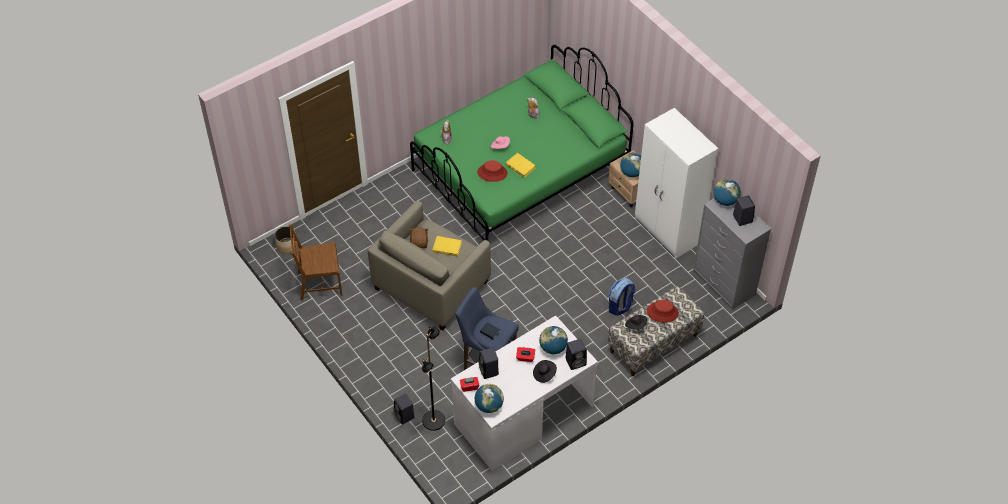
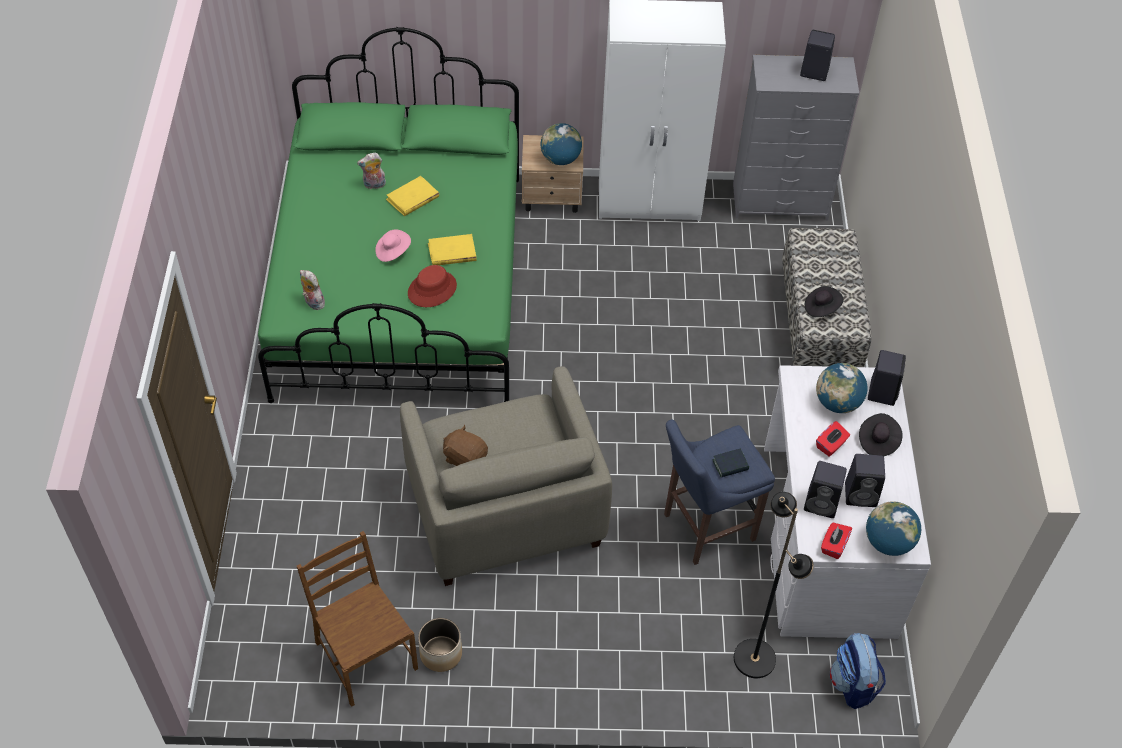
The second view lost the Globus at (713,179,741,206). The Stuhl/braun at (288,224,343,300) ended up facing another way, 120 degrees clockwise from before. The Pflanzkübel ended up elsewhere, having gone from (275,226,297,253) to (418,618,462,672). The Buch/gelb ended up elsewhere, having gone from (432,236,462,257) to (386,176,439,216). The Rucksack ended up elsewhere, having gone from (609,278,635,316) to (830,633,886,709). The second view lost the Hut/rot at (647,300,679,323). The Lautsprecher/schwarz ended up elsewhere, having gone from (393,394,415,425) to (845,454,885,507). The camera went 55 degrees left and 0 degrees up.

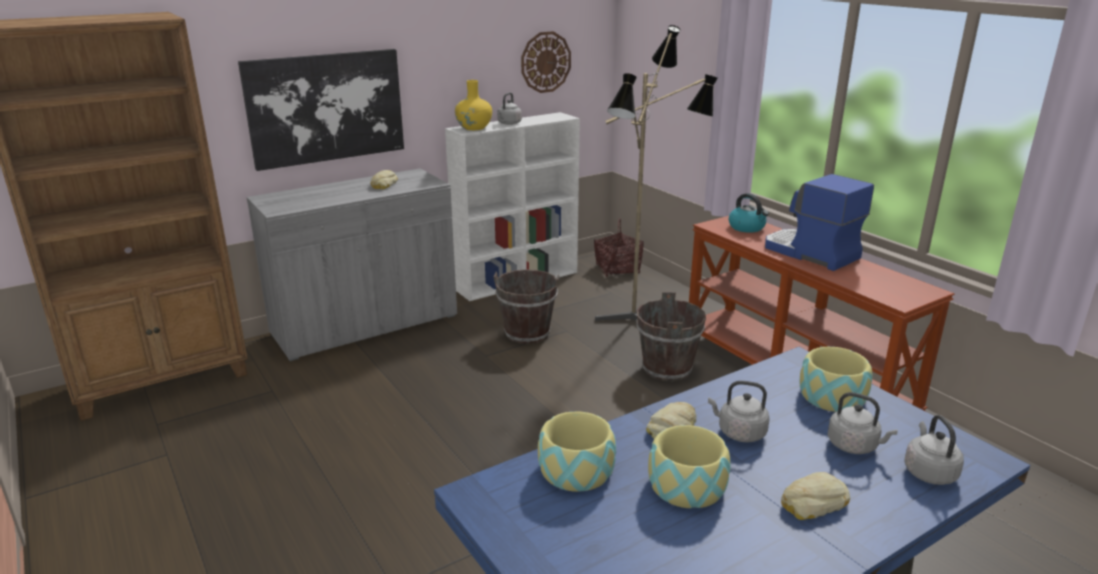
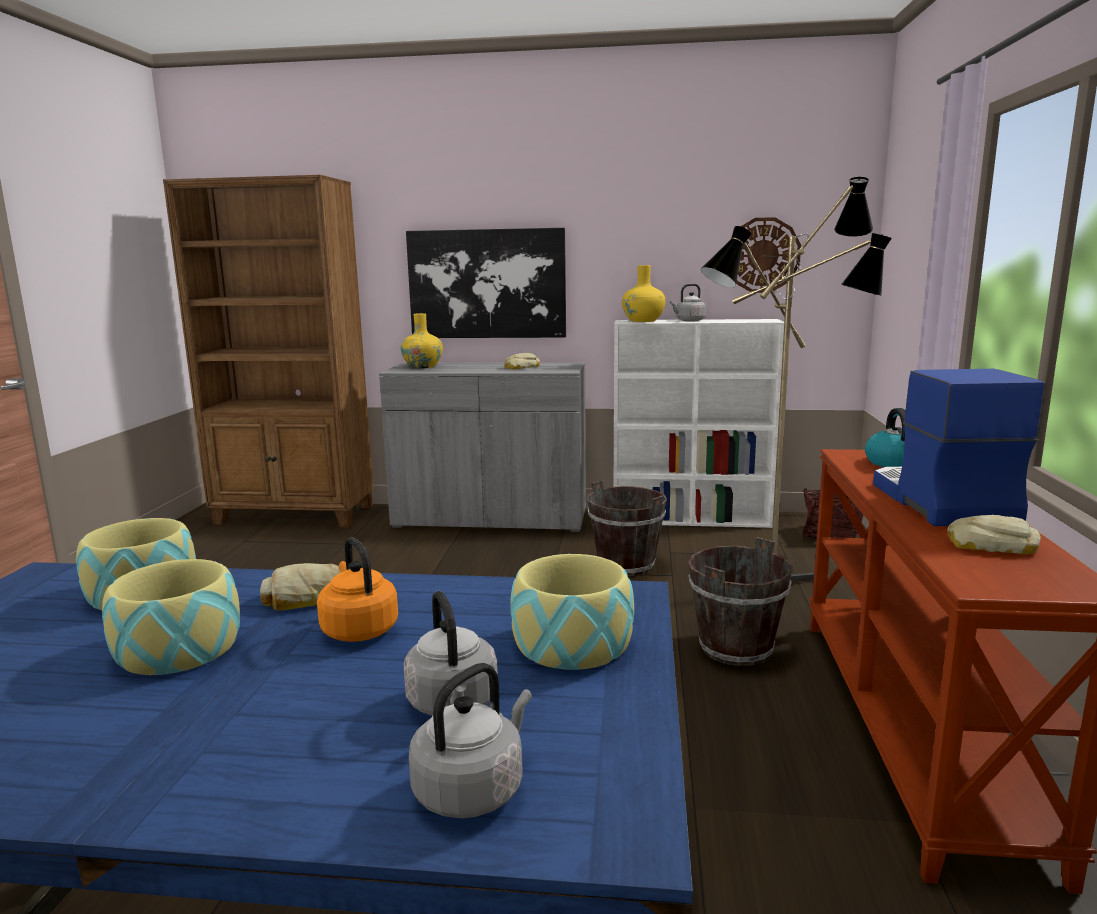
What was the Wasserkessel/grau at (708,381,770,442) turned into the Wasserkessel/orange at (317,537,398,642). The Brot ended up elsewhere, having gone from (781,472,850,520) to (947,515,1041,554). The second view gained the Vase/gelb at (400,313,443,368). The camera went 40 degrees right and 10 degrees down.

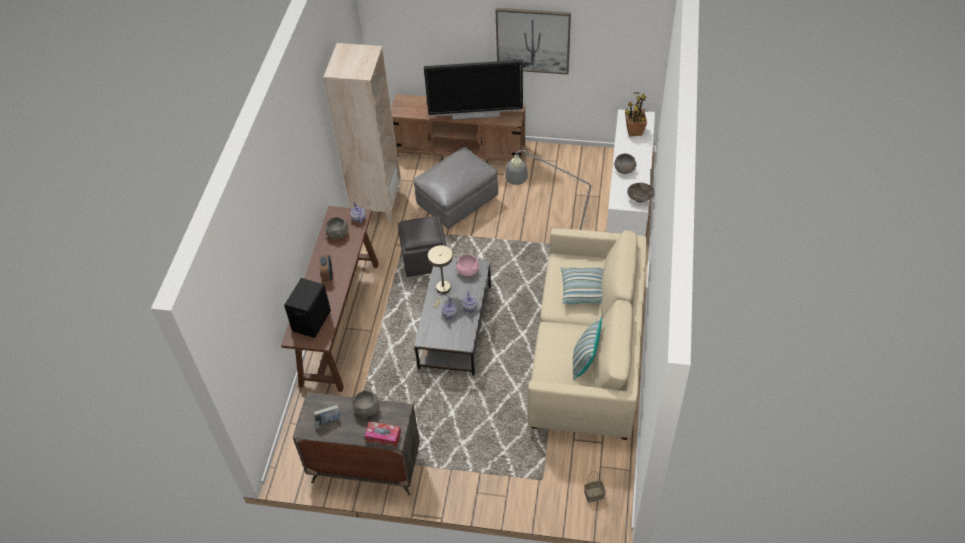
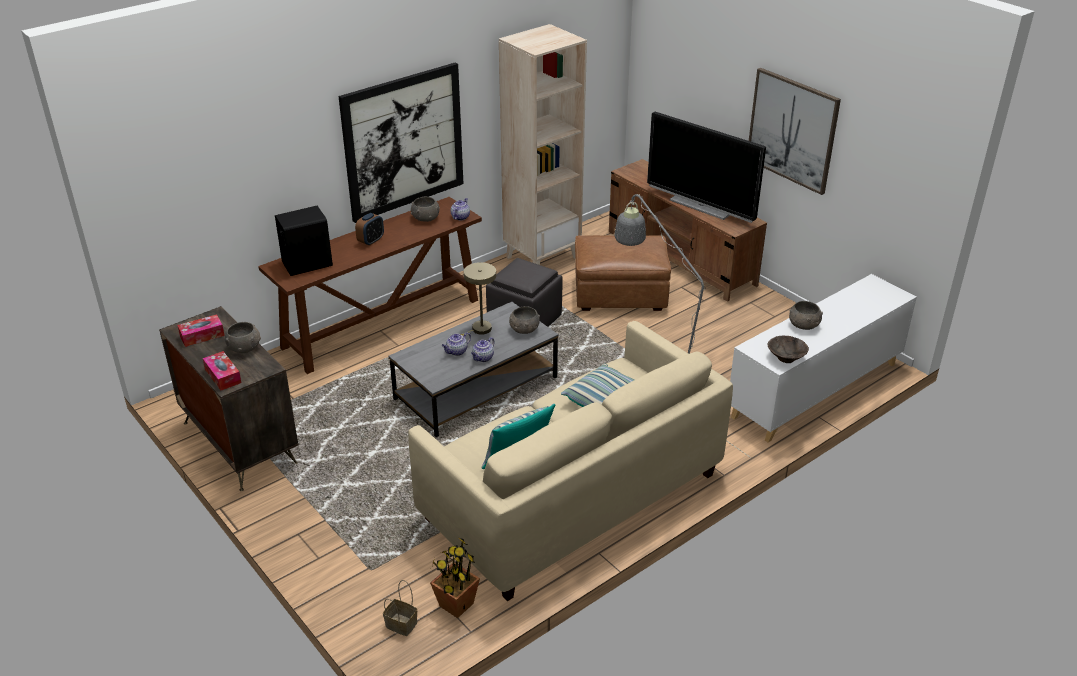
The Topfpflanze ended up elsewhere, having gone from (625,92,647,137) to (430,537,480,618). What was the Polsterhocker/grau at (413,147,498,229) turned into the Polsterhocker/braun at (575,235,671,311). What was the Schüssel/rosa at (456,255,480,277) turned into the Schüssel/grau at (509,306,540,334). Where the Buch stood at (313,405,339,426), the Taschentuchbox came to stand at (177,314,225,347). The second view gained the Bild at (339,62,464,223). The camera went 40 degrees right and 15 degrees down.

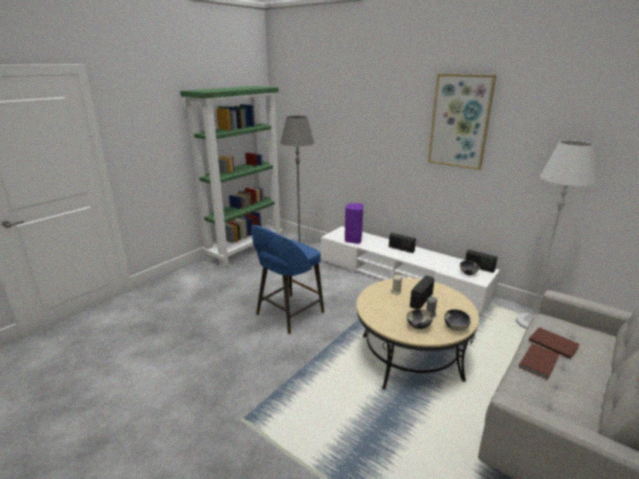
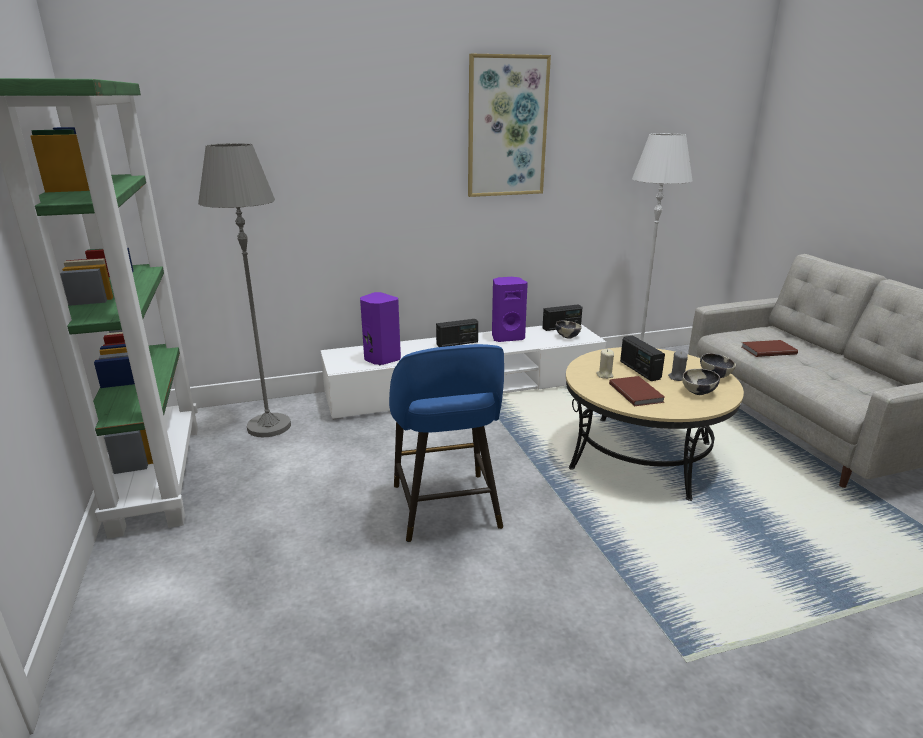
The Buch/braun ended up elsewhere, having gone from (519,344,559,380) to (609,376,665,406). The second view gained the Lautsprecher/lila at (492,277,528,342). The camera went 55 degrees left and 0 degrees up.

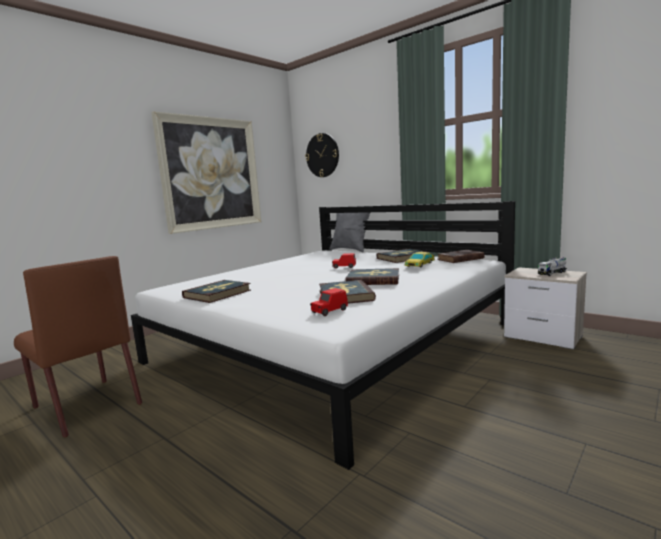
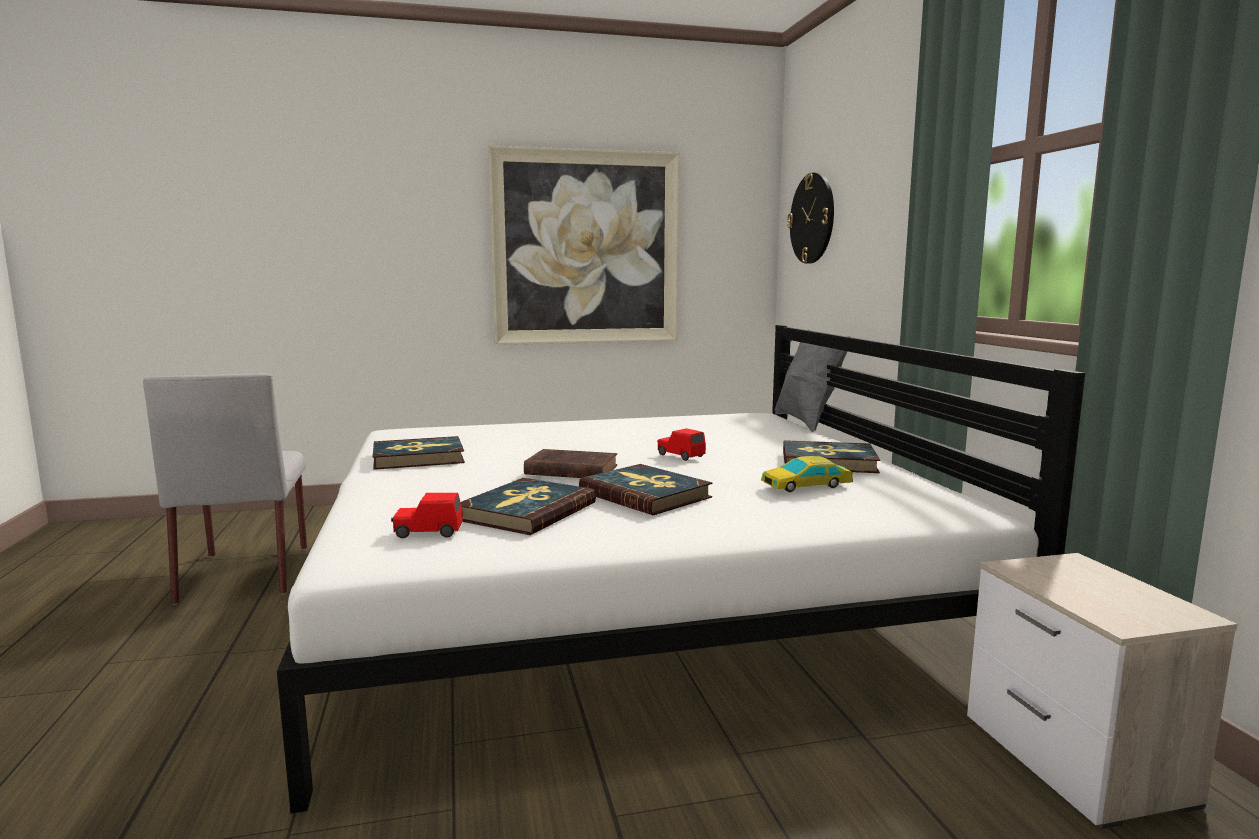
The Buch/braun ended up elsewhere, having gone from (437,250,485,263) to (524,449,617,478). What was the Stuhl/braun at (14,256,142,438) turned into the Stuhl/grau at (143,373,307,605). The second view lost the Spielzeuglaster at (538,257,567,276). The camera went 35 degrees right and 0 degrees up.

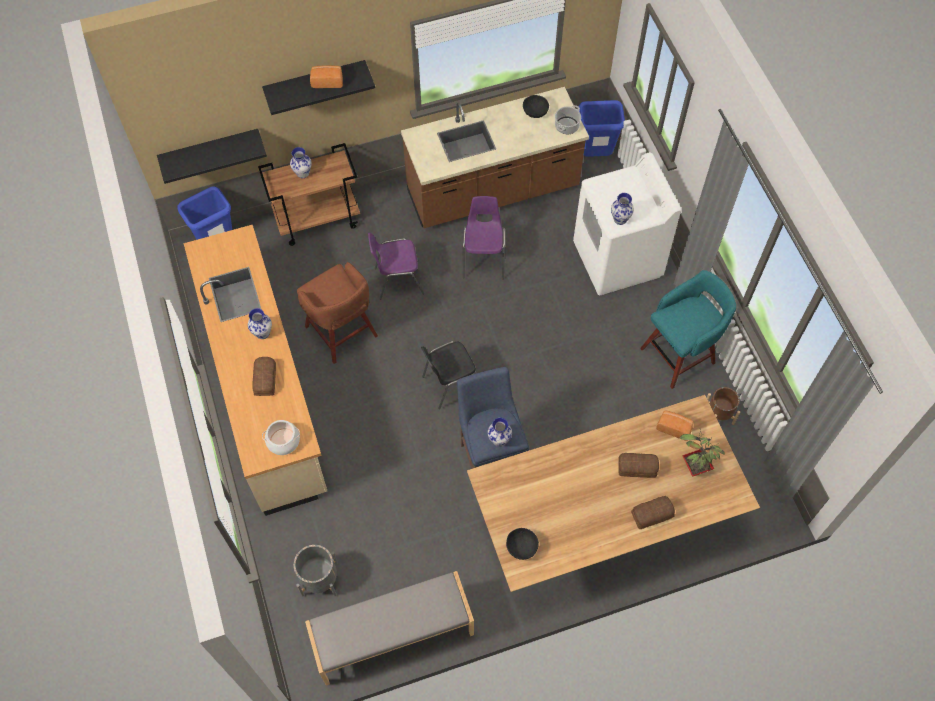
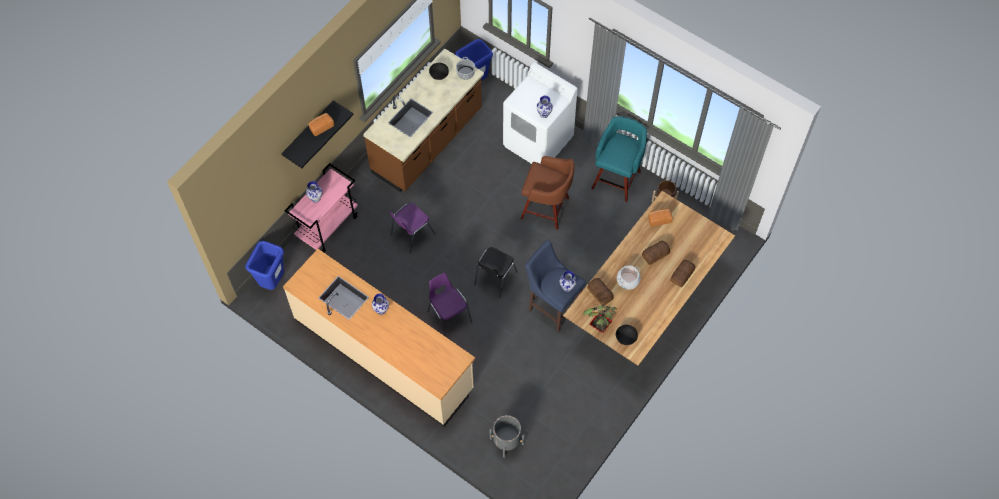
The second view lost the Wandregal/schwarz at (157,129,267,184). What was the Rollwagen/braun at (258,143,360,246) turned into the Rollwagen/rosa at (284,163,358,253). The Stuhl/lila ended up elsewhere, having gone from (463,196,505,279) to (427,273,472,337). The Hocker/braun ended up elsewhere, having gone from (297,262,378,364) to (521,156,575,230). The Brot ended up elsewhere, having gone from (252,357,276,396) to (587,278,614,305). The Kochtopf ended up elsewhere, having gone from (262,420,300,455) to (617,265,641,290). The Topfpflanze ended up elsewhere, having gone from (680,429,725,477) to (583,303,617,333). The second view lost the Bank/grau at (305,571,474,686). The camera went 35 degrees left and 0 degrees up.

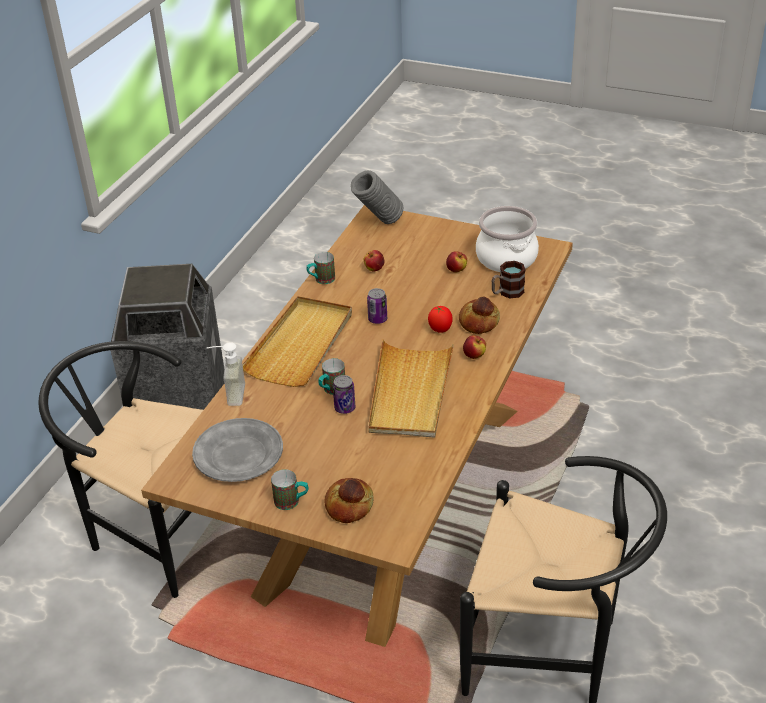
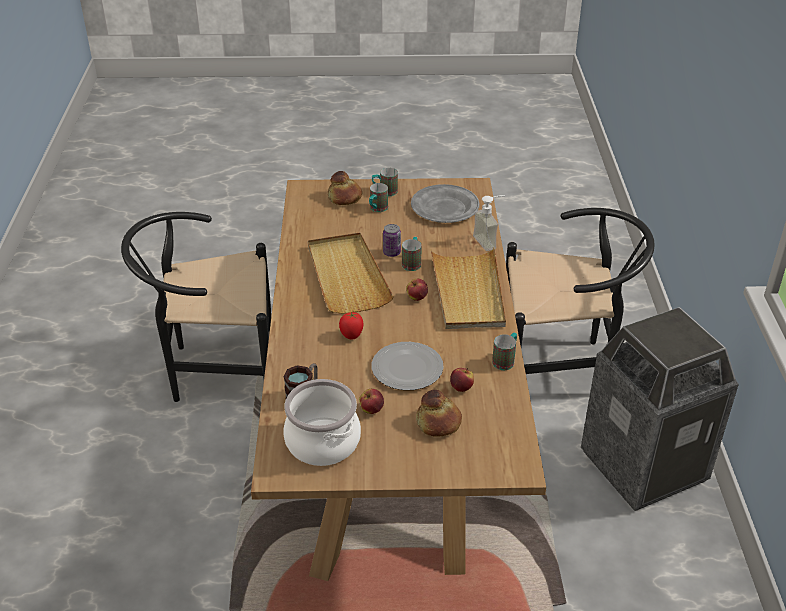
The second view lost the Vase/grau at (351,170,403,224). The second view lost the Dose at (367,288,387,324). The Brot ended up elsewhere, having gone from (459,296,500,334) to (416,389,462,437). The Apfel ended up elsewhere, having gone from (463,335,486,359) to (406,279,428,301). The second view gained the Henkelbecher at (369,183,388,212). The second view gained the Teller at (371,342,444,390). The camera went 155 degrees right and 0 degrees up.

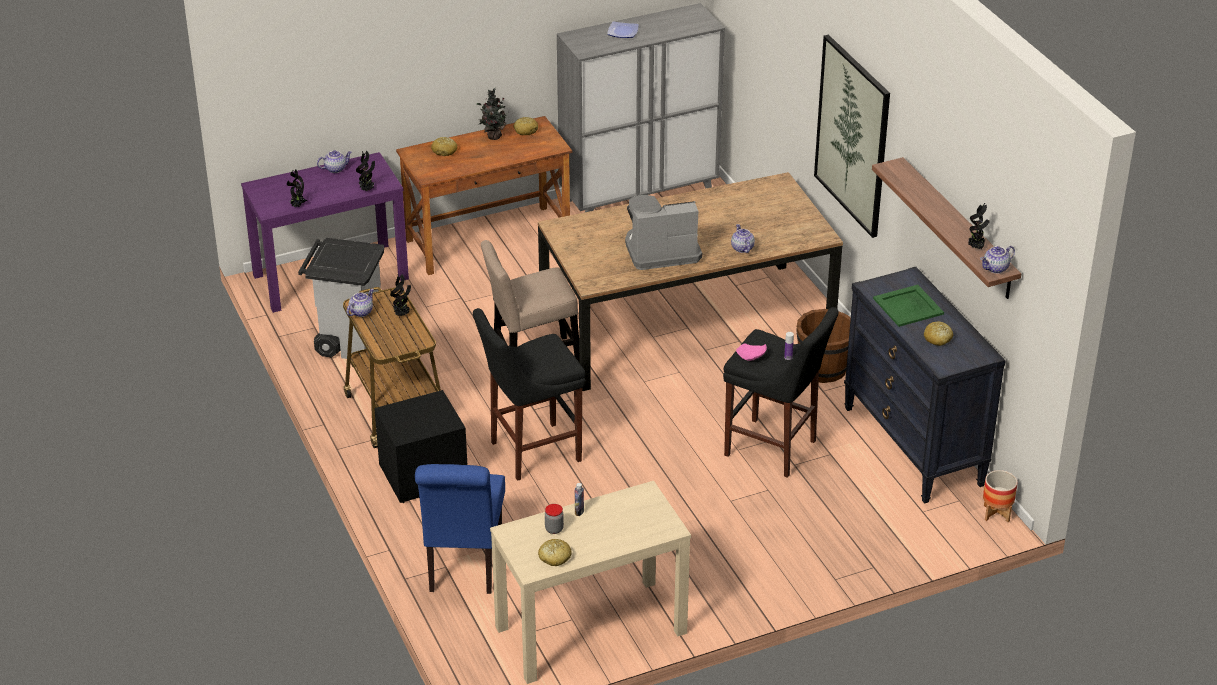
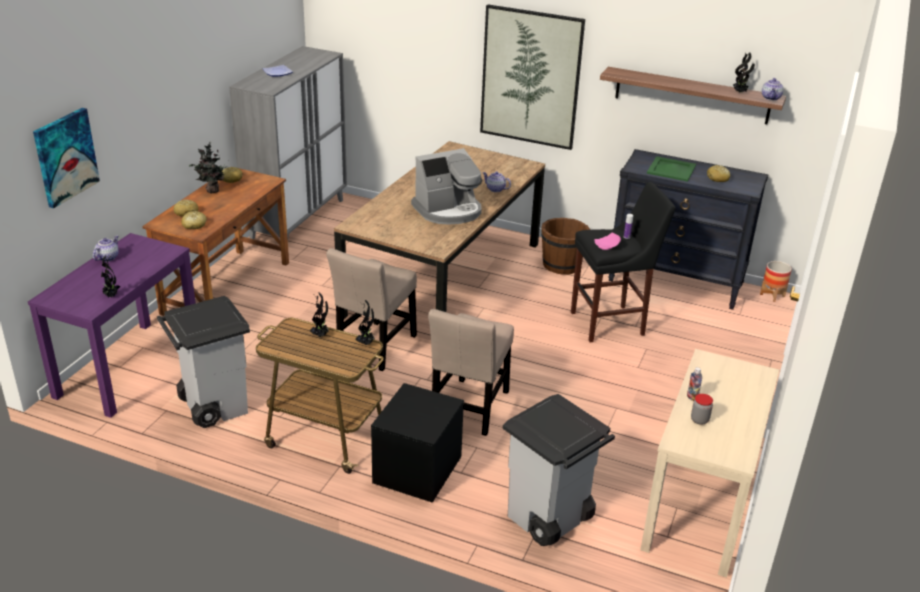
The Topfpflanze ended up elsewhere, having gone from (356,151,375,191) to (356,300,375,345). The Kaffeemaschine at (625,195,702,270) ended up facing another way, 150 degrees counterclockwise from before. The second view lost the Teekanne at (347,289,374,317). Where the Hocker/schwarz stood at (473,308,585,481), the Stuhl/beige came to stand at (428,309,514,436). Where the Stuhl/blau stood at (415,464,505,594), the Mülleimer/grau came to stand at (503,394,615,546). The Brot ended up elsewhere, having gone from (538,539,572,566) to (181,211,207,229). The second view gained the Bild at (33,108,100,208). The camera went 45 degrees left and 5 degrees down.

